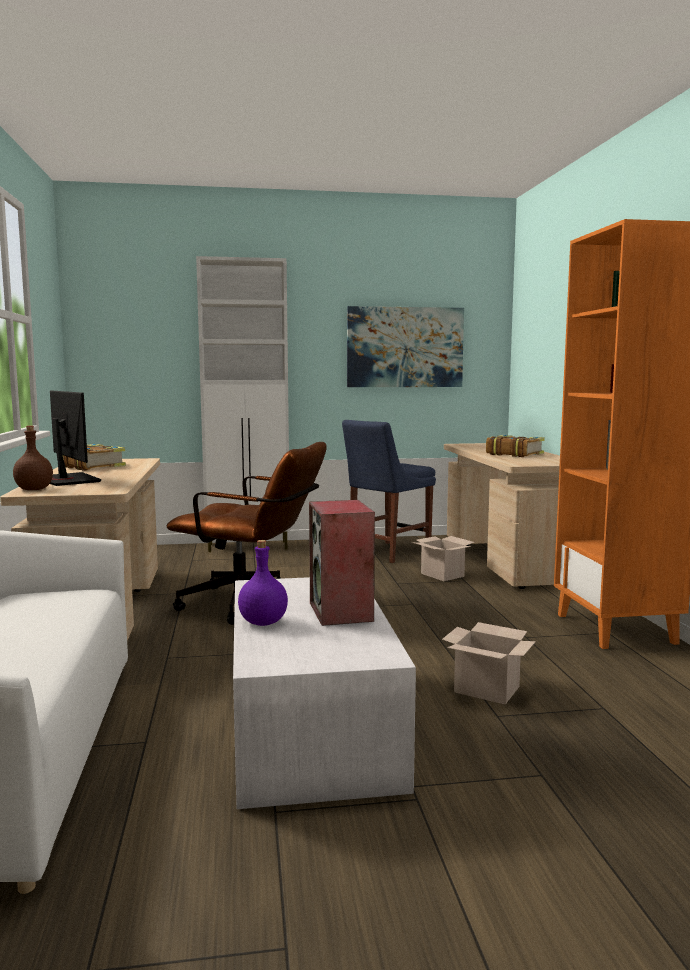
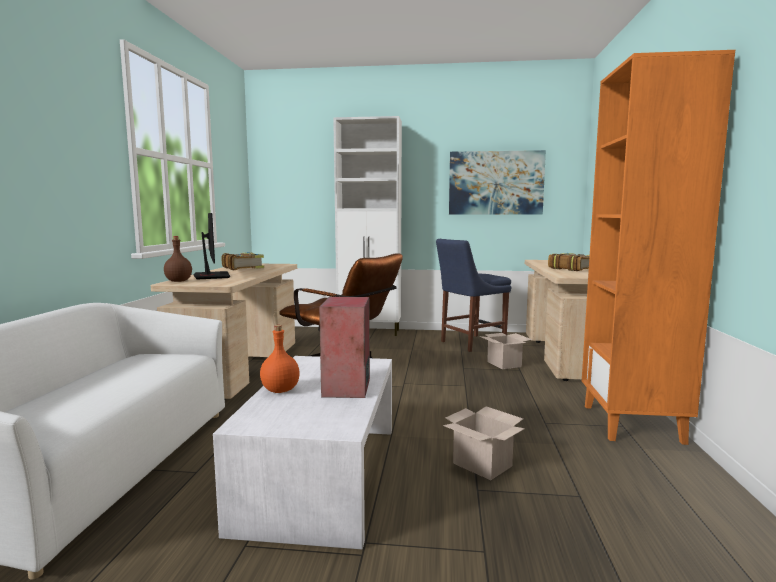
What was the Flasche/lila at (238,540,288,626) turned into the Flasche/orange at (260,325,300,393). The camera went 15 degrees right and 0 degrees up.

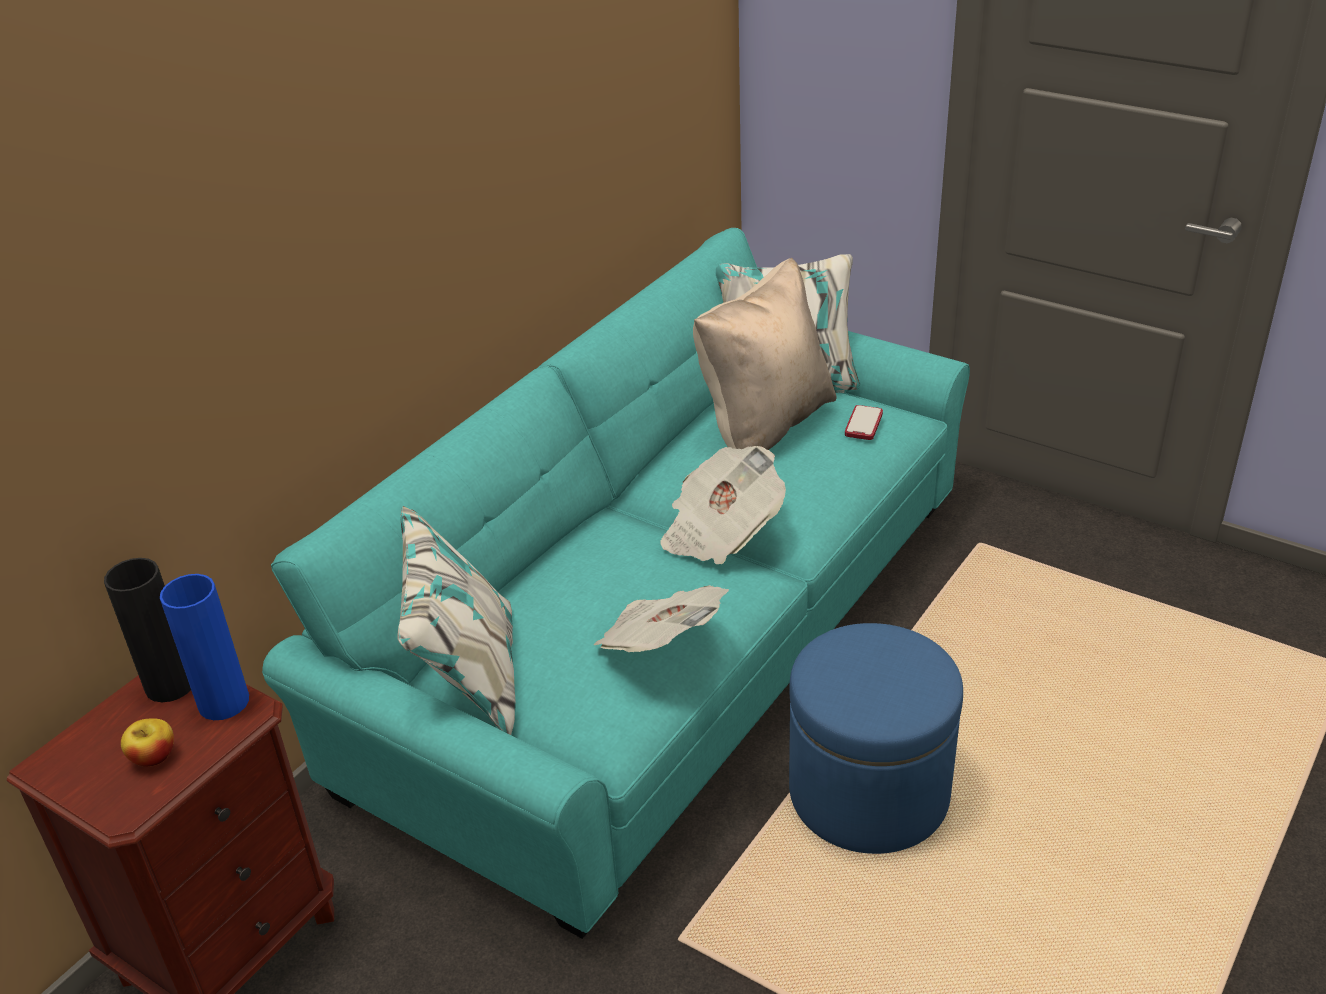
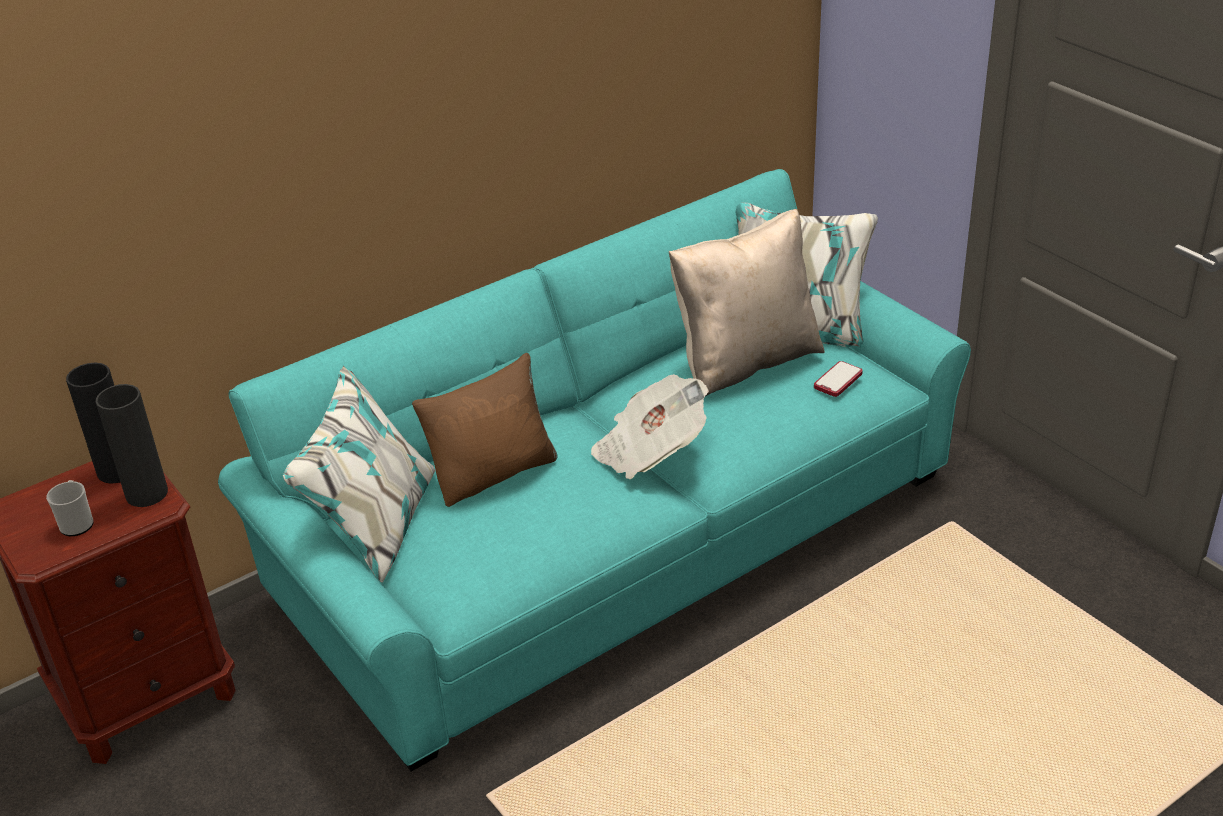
What was the Vase/blau at (160,574,249,720) turned into the Vase/schwarz at (96,384,168,507). The second view lost the Zeitung at (594,585,729,652). The second view lost the Polsterhocker/blau at (789,623,963,854). Where the Apfel stood at (121,718,174,767), the Henkelbecher came to stand at (46,480,94,536). The second view gained the Kissen/braun at (412,353,558,507). The camera went 20 degrees right and 0 degrees up.

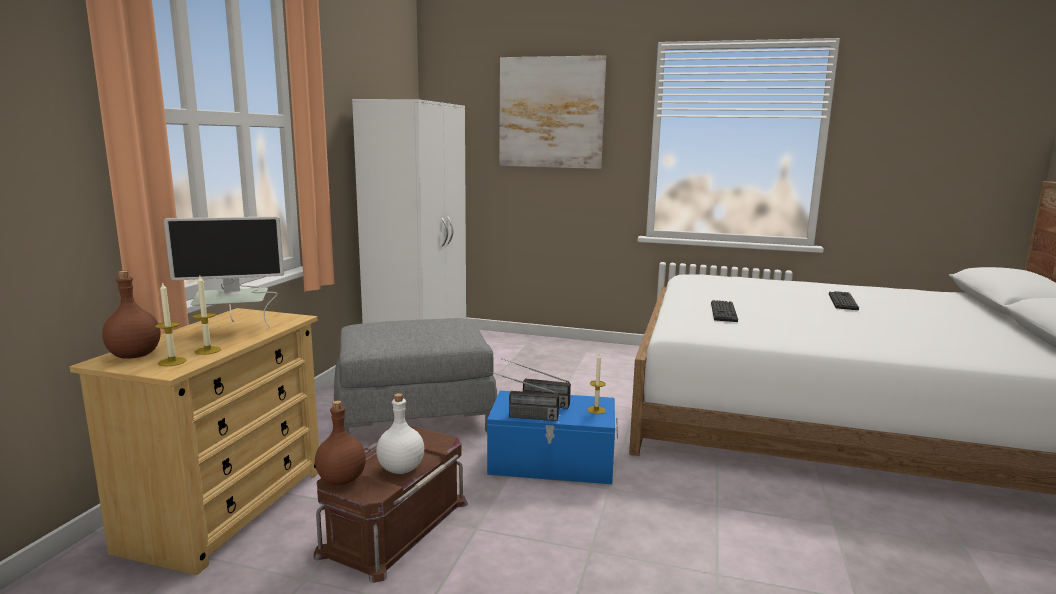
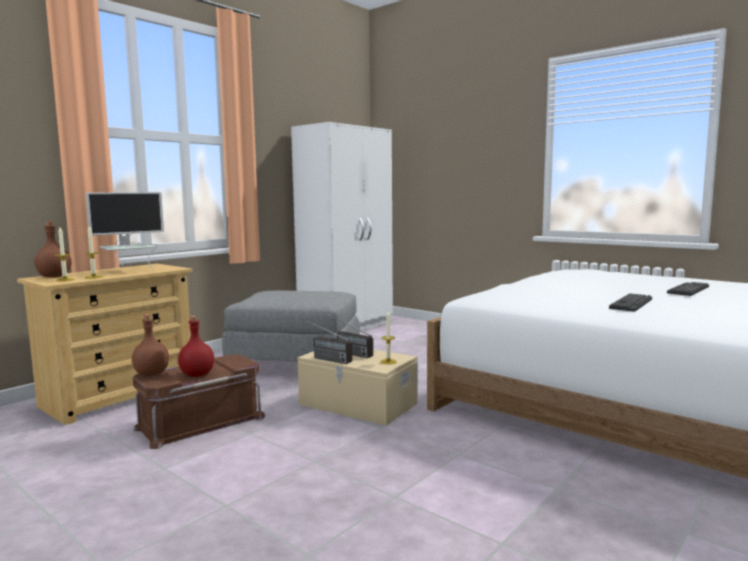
The second view lost the Bild at (499,55,606,169). The Monitor at (164,216,284,328) ended up facing another way, 45 degrees counterclockwise from before. The Tastatur ended up elsewhere, having gone from (711,300,738,322) to (609,293,652,312). What was the Aufbewahrungsbox/blau at (487,391,618,484) turned into the Aufbewahrungsbox/beige at (298,349,417,426). What was the Flasche/weiß at (376,393,424,474) turned into the Flasche/rot at (178,316,214,377). The camera went 25 degrees right and 5 degrees down.

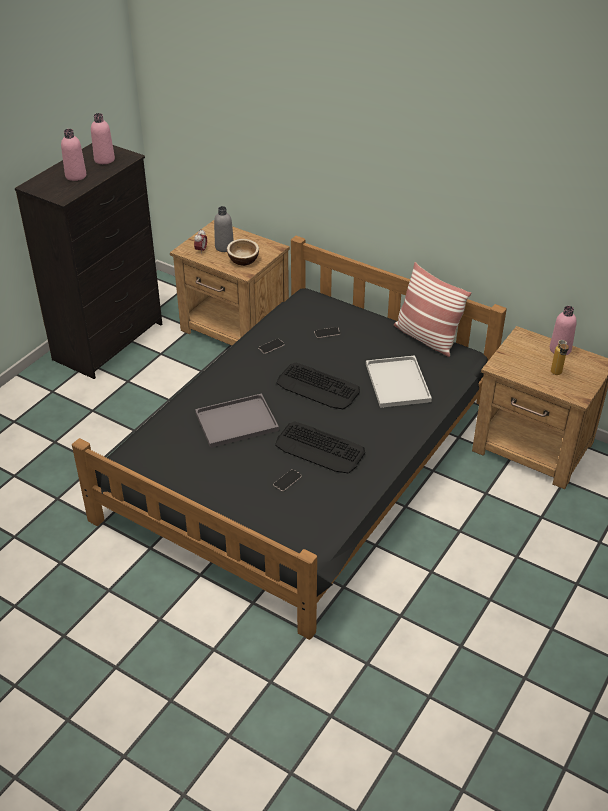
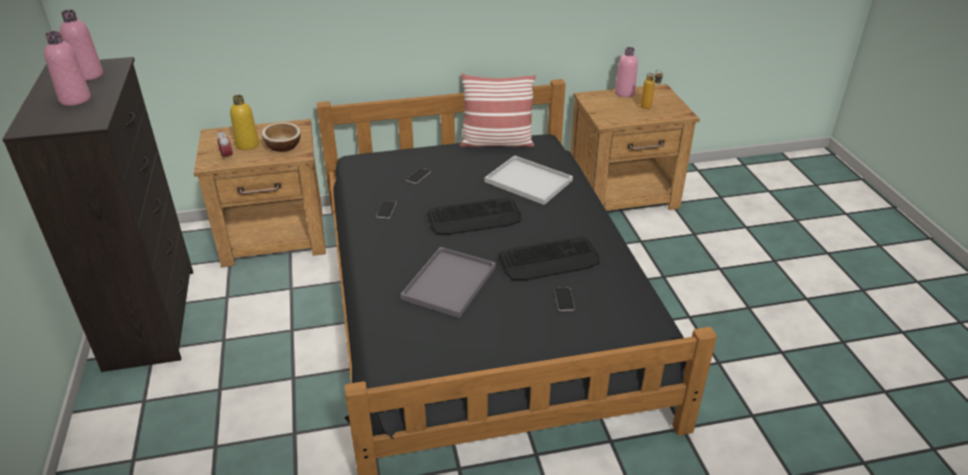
What was the Flasche/grau at (214,206,234,252) turned into the Flasche/gelb at (230,95,259,150). The camera went 45 degrees left and 5 degrees down.

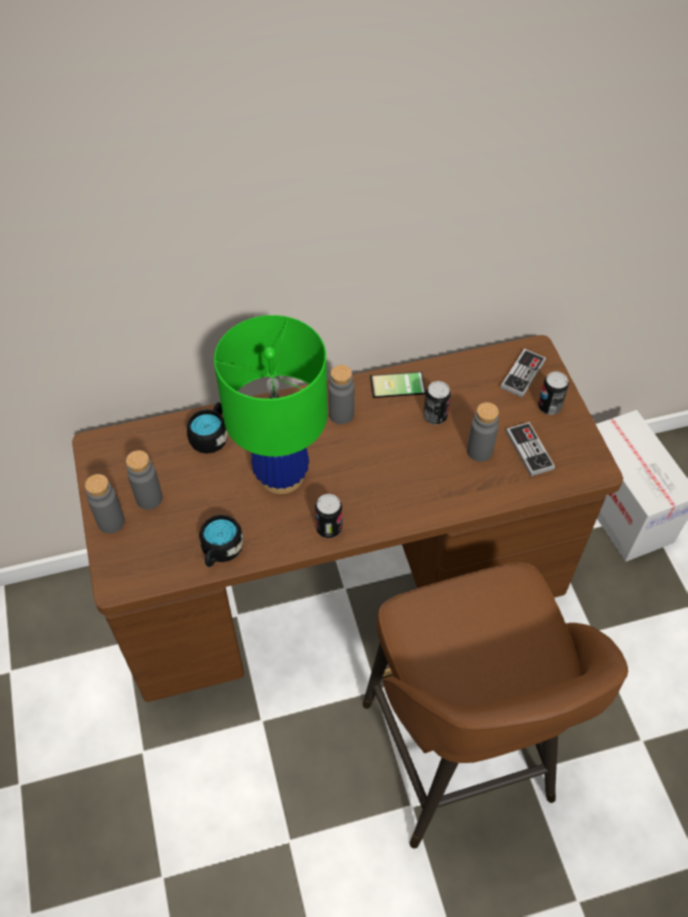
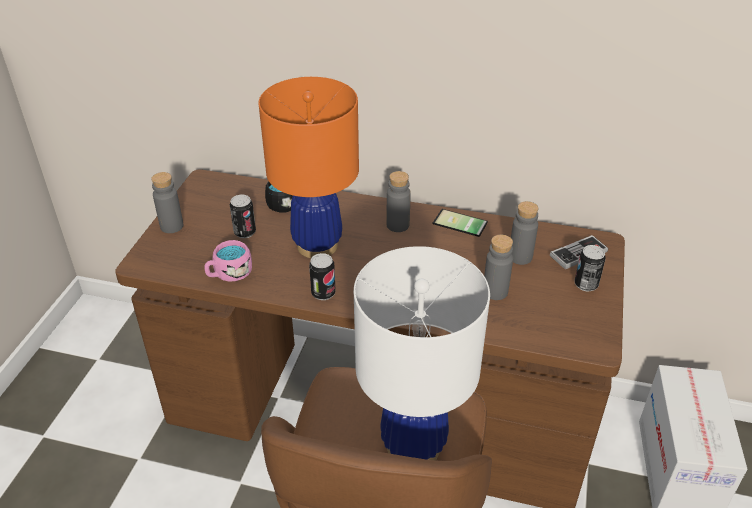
What was the Tischlampe/grün at (214,315,328,494) turned into the Tischlampe/orange at (258,77,359,258). The Dose ended up elsewhere, having gone from (424,381,451,425) to (230,195,256,238). The second view lost the Gamepad at (506,422,555,476). The Flasche/grau ended up elsewhere, having gone from (126,450,163,510) to (511,201,539,265). What was the Henkelbecher/schwarz at (199,515,243,567) turned into the Henkelbecher/rosa at (204,240,252,282). The second view gained the Tischlampe/weiß at (354,246,490,460). The camera went 30 degrees right and 15 degrees down.

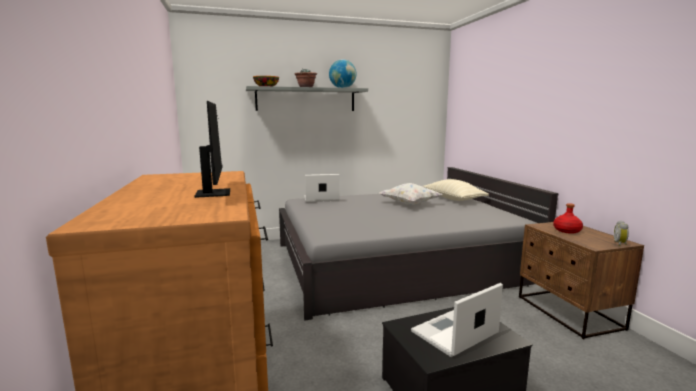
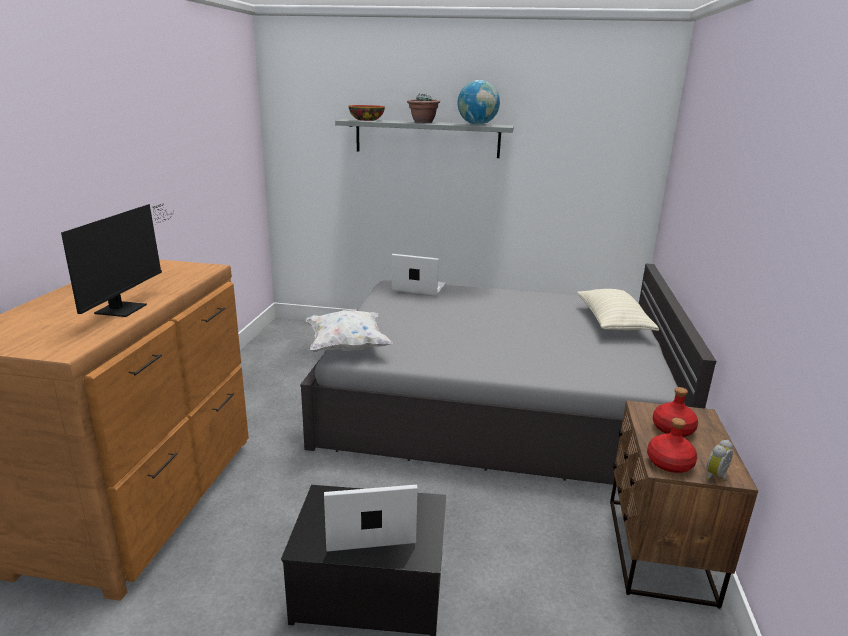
The Kissen/weiß ended up elsewhere, having gone from (380,183,443,205) to (305,310,393,352). The second view gained the Flasche/rot at (647,418,697,473). The camera went 25 degrees right and 10 degrees up.

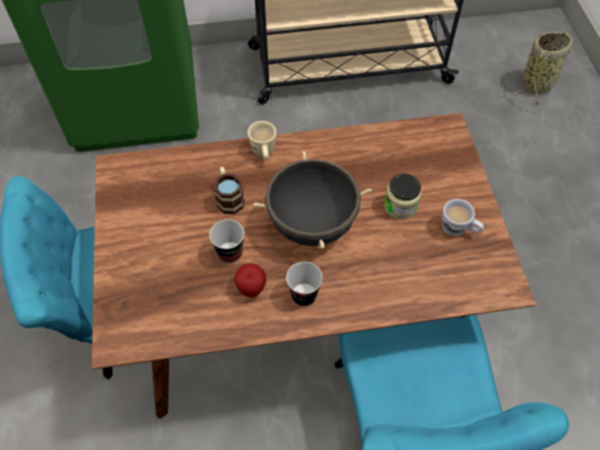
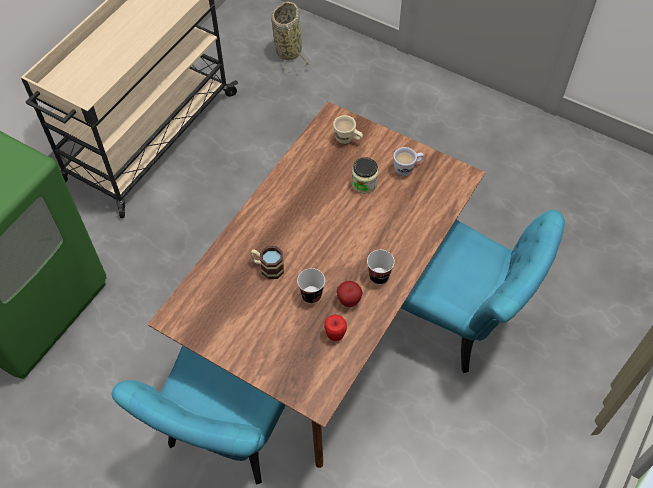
The Henkelbecher/beige ended up elsewhere, having gone from (248,121,277,160) to (333,115,363,144). The second view lost the Kochtopf/schwarz at (254,151,372,249). The second view gained the Apfel at (324,314,347,341). The camera went 50 degrees left and 0 degrees up.

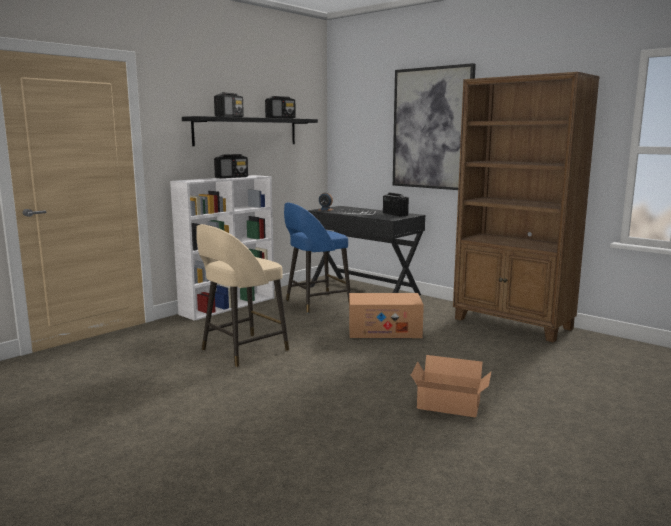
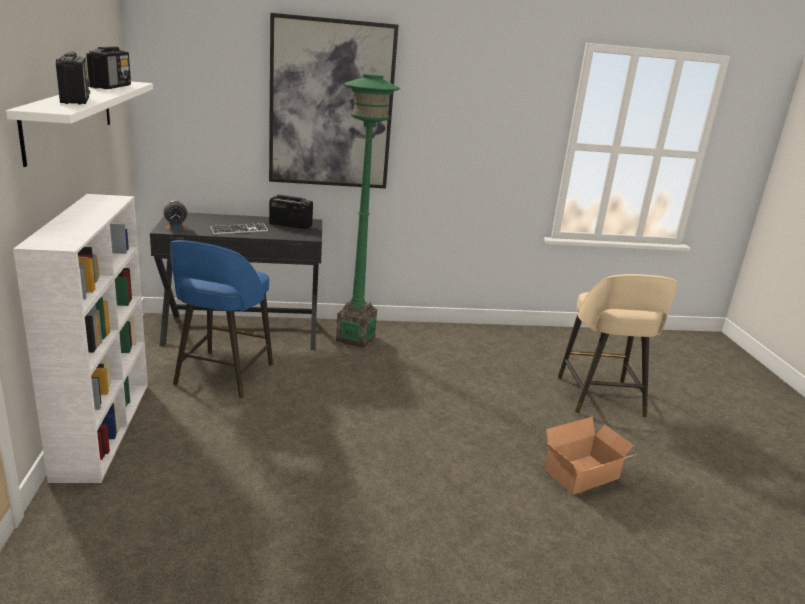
The second view lost the Bücherregal/braun at (453,72,600,342). What was the Wandregal/schwarz at (182,116,318,146) turned into the Wandregal/weiß at (6,82,153,167). The second view lost the Radio at (214,154,248,178). The Hocker/beige ended up elsewhere, having gone from (196,224,289,367) to (558,274,678,418). The second view lost the Karton at (349,293,424,338). The second view gained the Stehlampe/grün at (336,74,400,348). The camera went 50 degrees left and 10 degrees up.

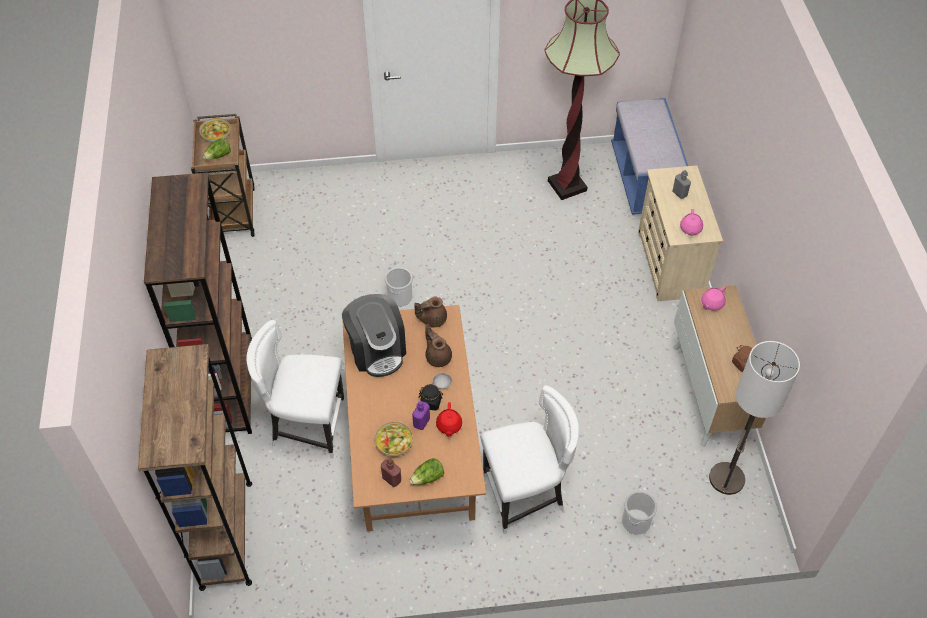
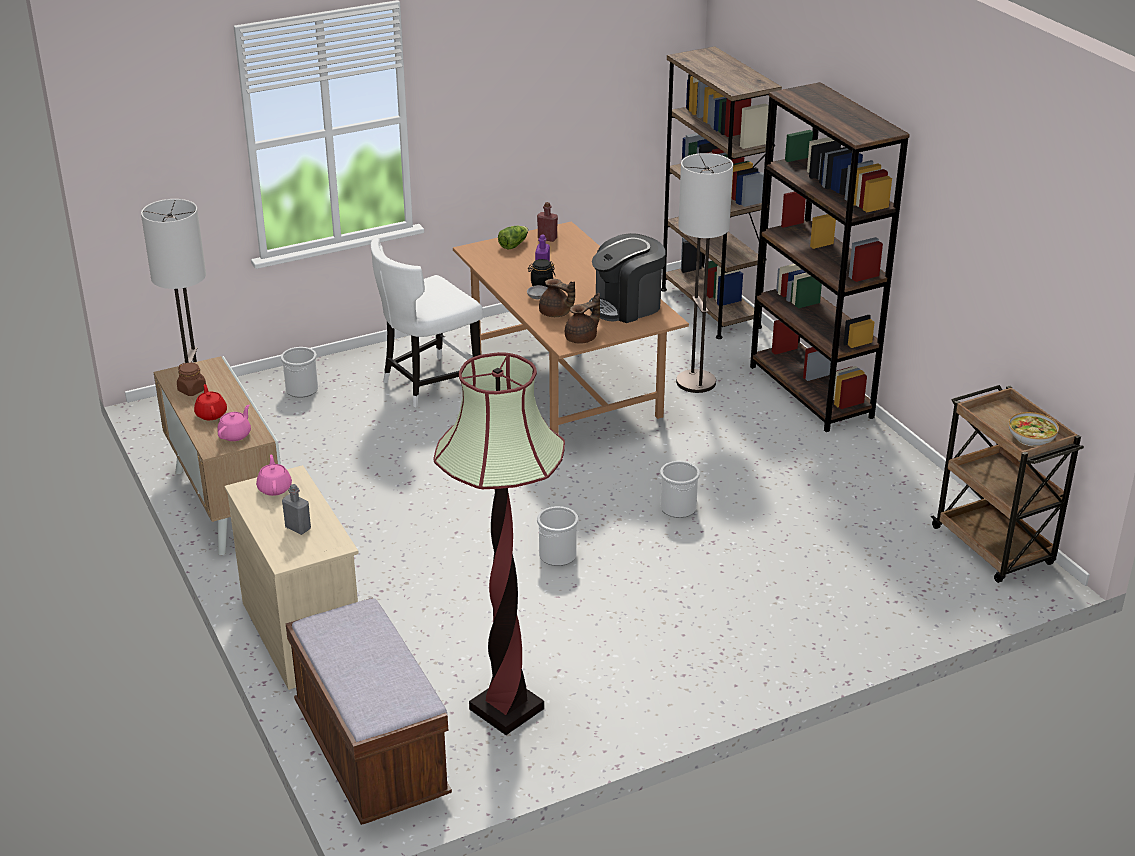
What was the Bank/blau at (611,98,688,215) turned into the Bank/braun at (286,597,452,825). The second view lost the Salatkopf at (203,139,231,160). The Kaffeemaschine at (342,294,406,377) ended up facing another way, 75 degrees counterclockwise from before. Where the Stuhl/weiß stood at (246,320,345,458), the Stehlampe came to stand at (676,153,733,393). The Teekanne/rot ended up elsewhere, having gone from (436,402,462,437) to (194,384,227,420). The second view lost the Schüssel at (375,422,413,457). The second view gained the Eimer at (537,506,578,566). The camera went 160 degrees right and 20 degrees down.

